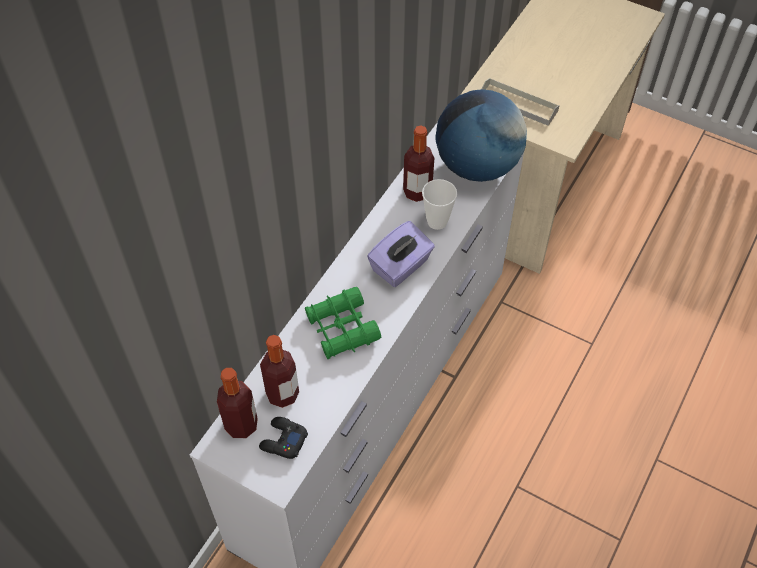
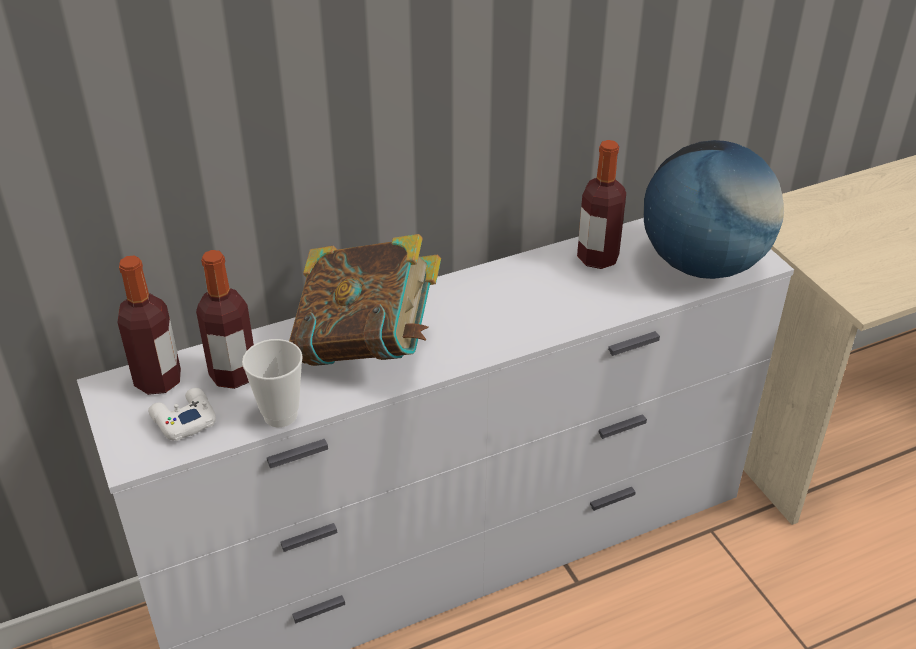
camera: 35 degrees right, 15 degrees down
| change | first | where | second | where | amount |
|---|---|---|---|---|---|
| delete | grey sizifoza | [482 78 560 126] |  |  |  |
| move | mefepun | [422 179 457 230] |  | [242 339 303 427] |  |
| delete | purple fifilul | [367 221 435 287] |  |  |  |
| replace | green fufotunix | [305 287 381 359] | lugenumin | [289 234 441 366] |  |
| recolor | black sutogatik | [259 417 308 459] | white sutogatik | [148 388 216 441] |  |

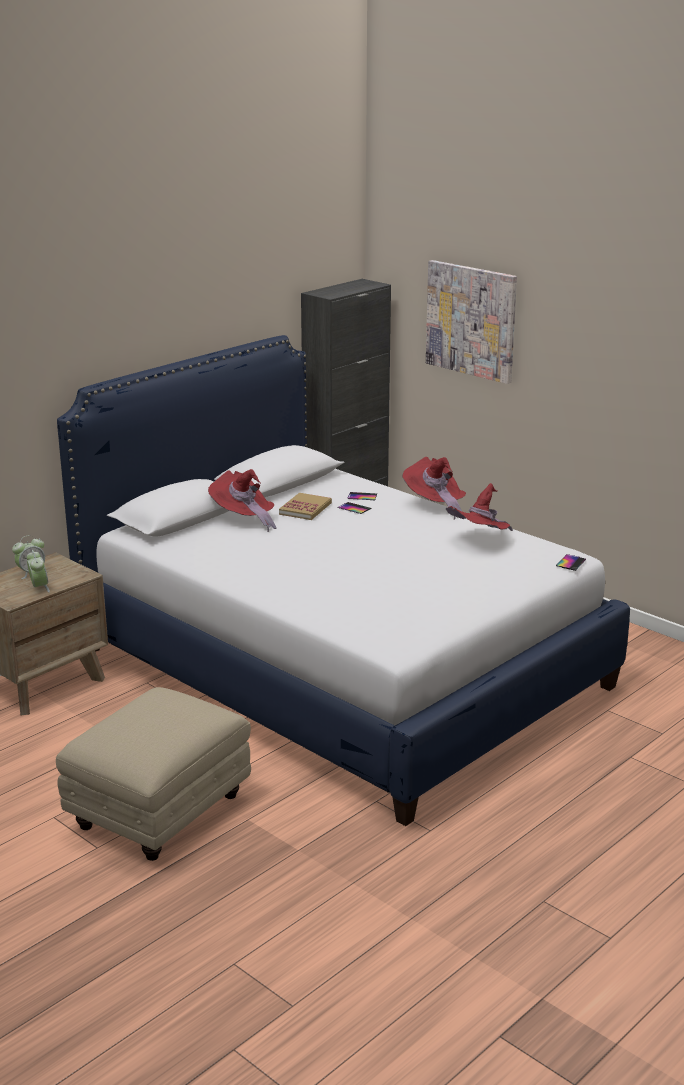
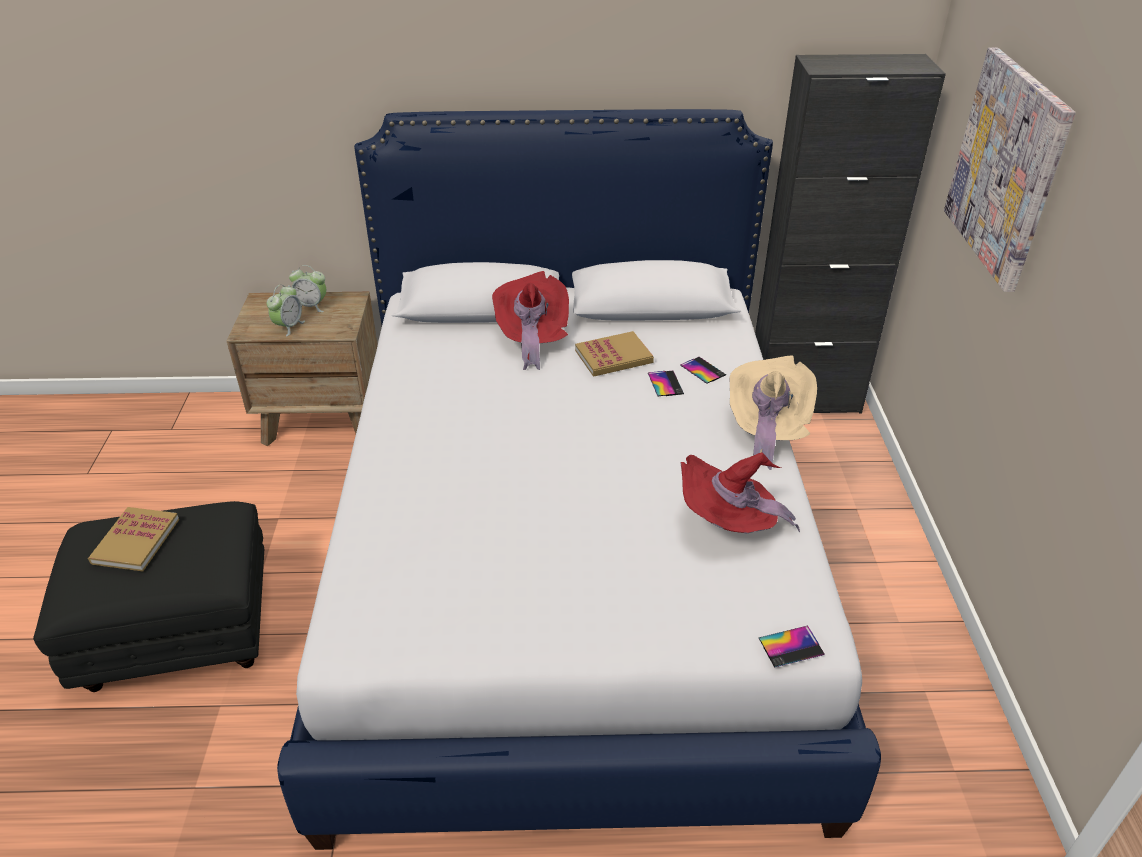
camera: 45 degrees right, 15 degrees up
| change | first | where | second | where | amount |
|---|---|---|---|---|---|
| recolor | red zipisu | [403 457 466 520] | beige zipisu | [730 356 817 470] |  |
| recolor | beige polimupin | [56 687 251 861] | black polimupin | [33 501 264 692] |  |
| insert |  |  | lugenumin | [88 507 179 571] |  |

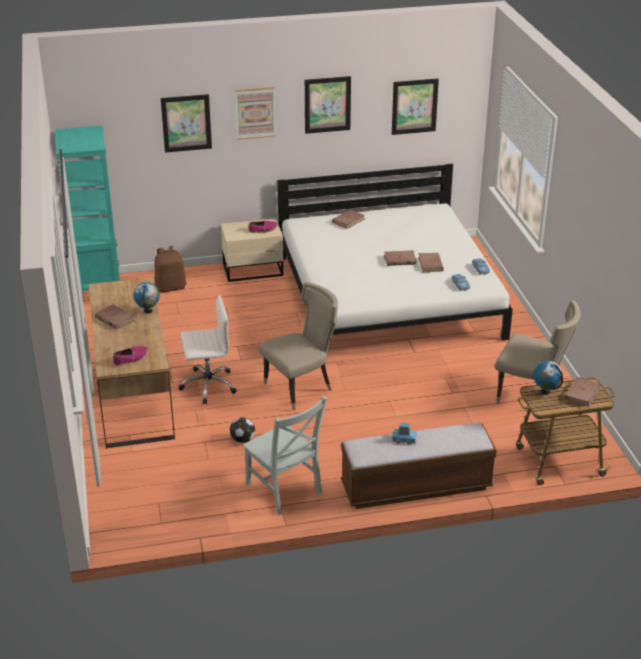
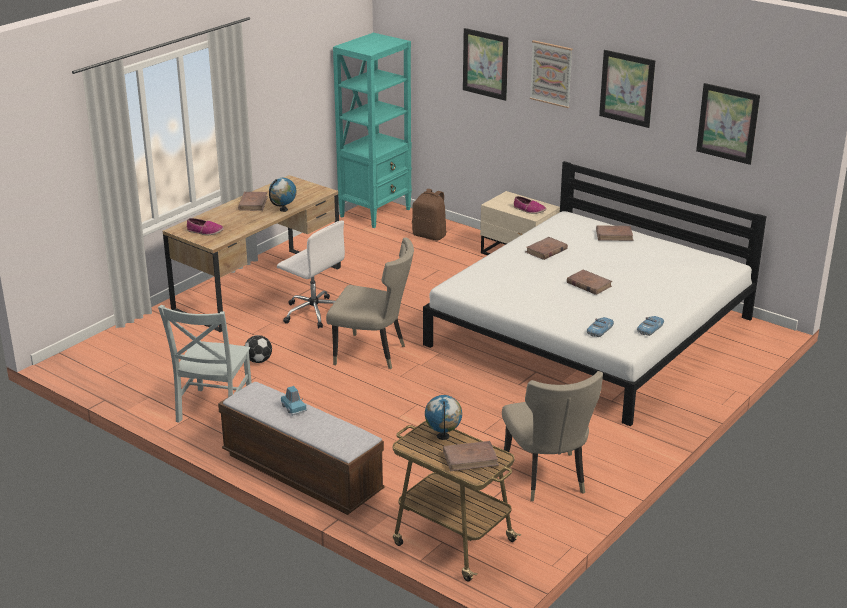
camera: 50 degrees right, 5 degrees down
| change | first | where | second | where | amount |
|---|---|---|---|---|---|
| move | brown lugenumin | [418 253 444 272] |  | [525 237 568 260] |  |

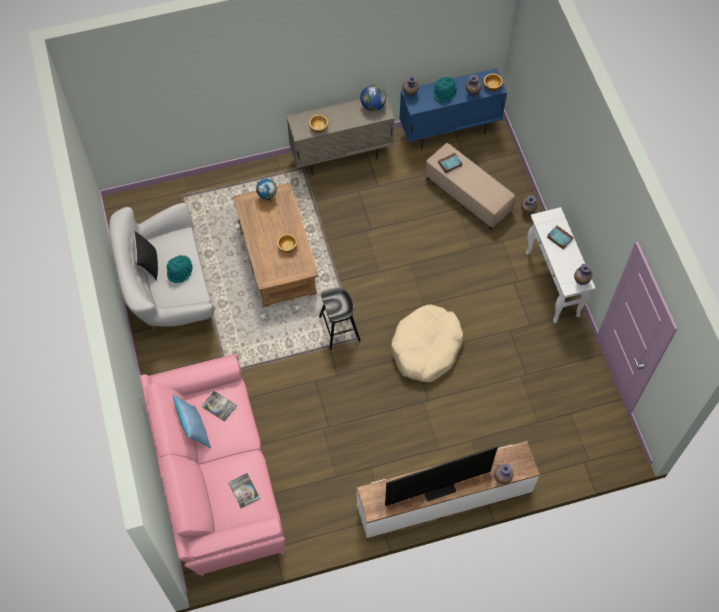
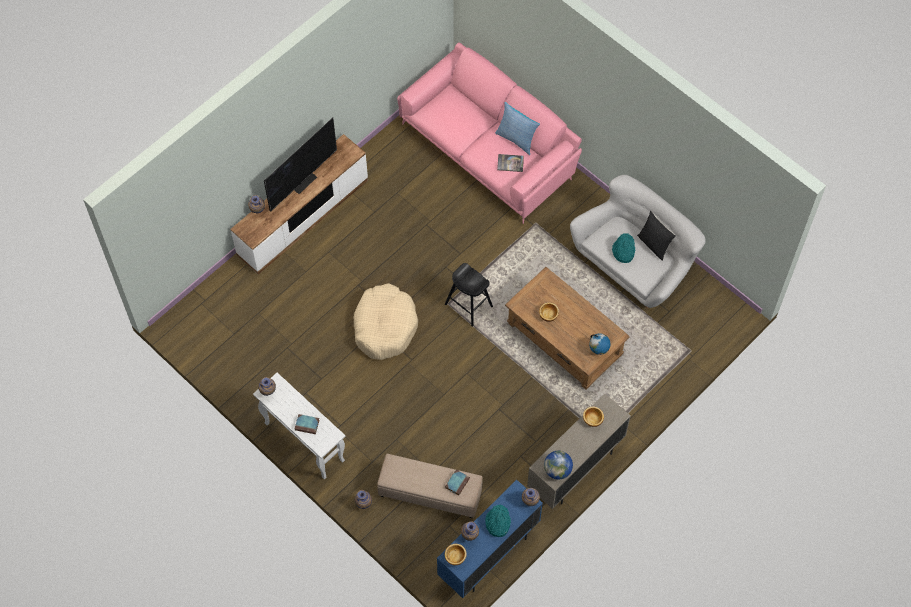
camera: 150 degrees right, 0 degrees up
| change | first | where | second | where | amount |
|---|---|---|---|---|---|
| delete | lugenumin | [228 473 260 508] |  |  |  |

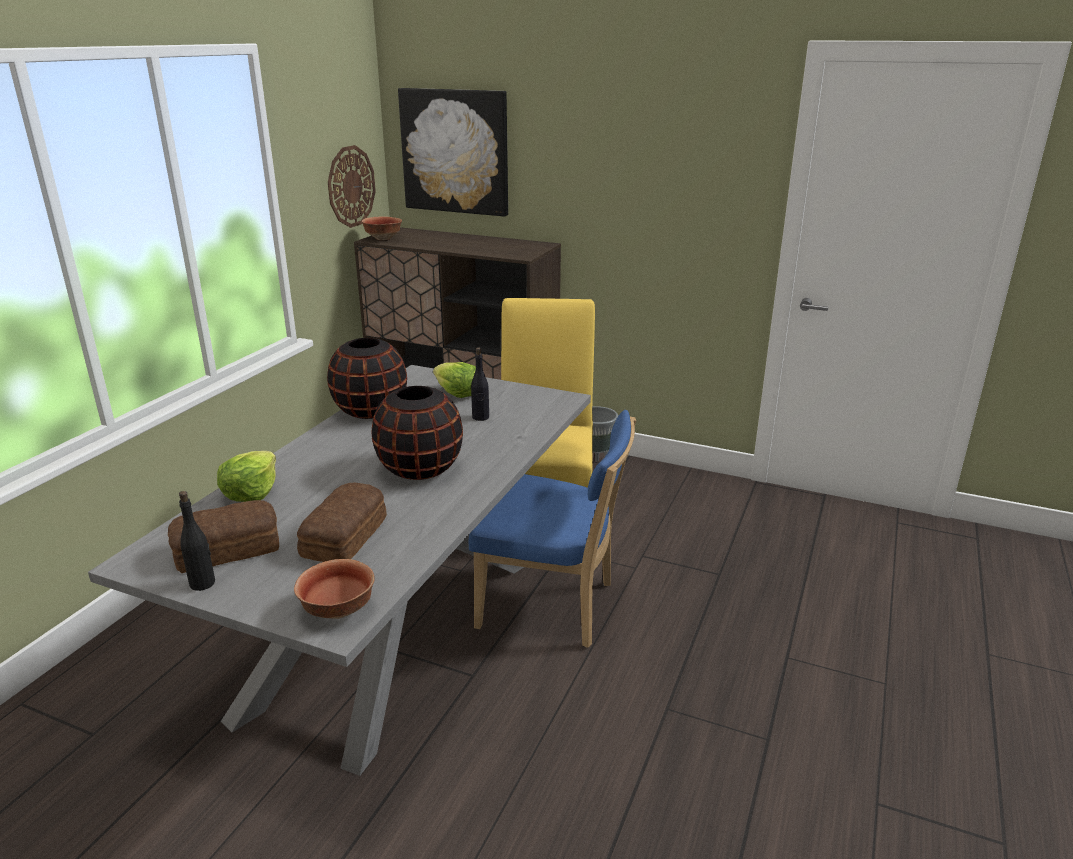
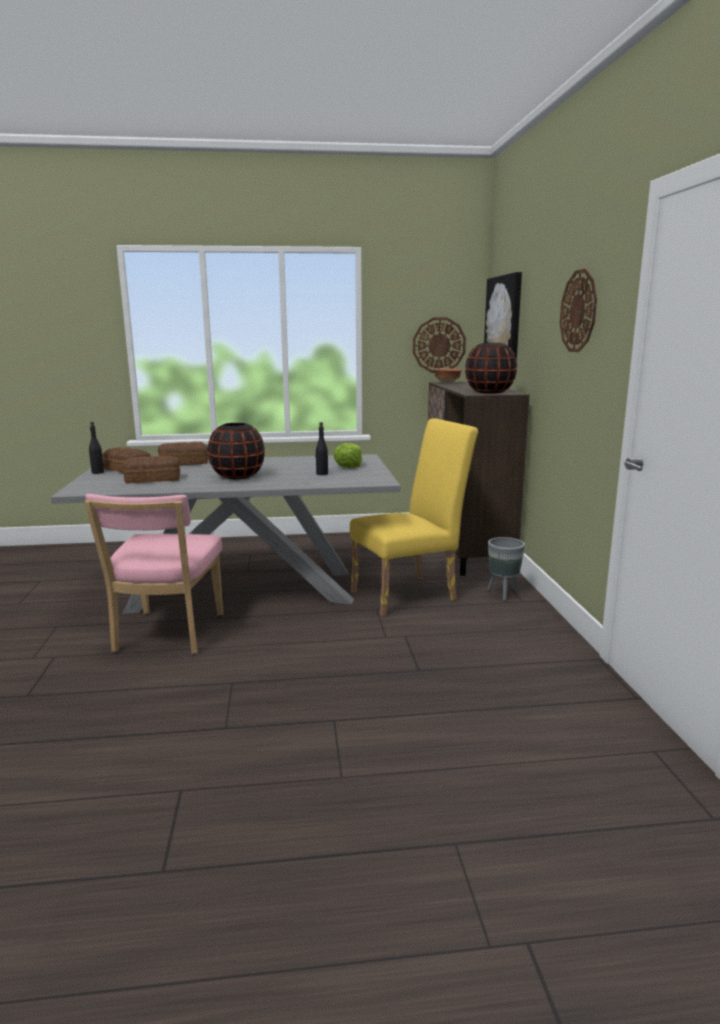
camera: 60 degrees right, 10 degrees down
| change | first | where | second | where | amount |
|---|---|---|---|---|---|
| move | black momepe | [327 338 407 419] |  | [465 343 517 394] |  |
| delete | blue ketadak | [469 410 636 648] |  |  |  |
| replace | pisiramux | [217 451 276 502] | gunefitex | [158 441 208 465] |  |
| delete | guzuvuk | [294 559 375 619] |  |  |  |
| insert |  |  | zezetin | [560 269 597 352] |  |
| insert |  |  | pink ketadak | [84 494 223 654] |  |

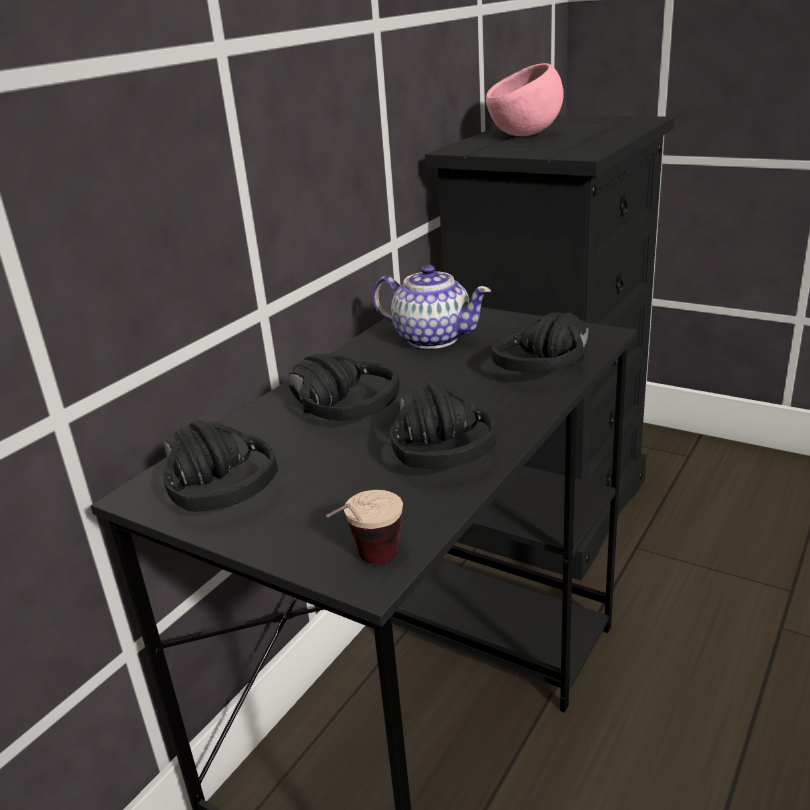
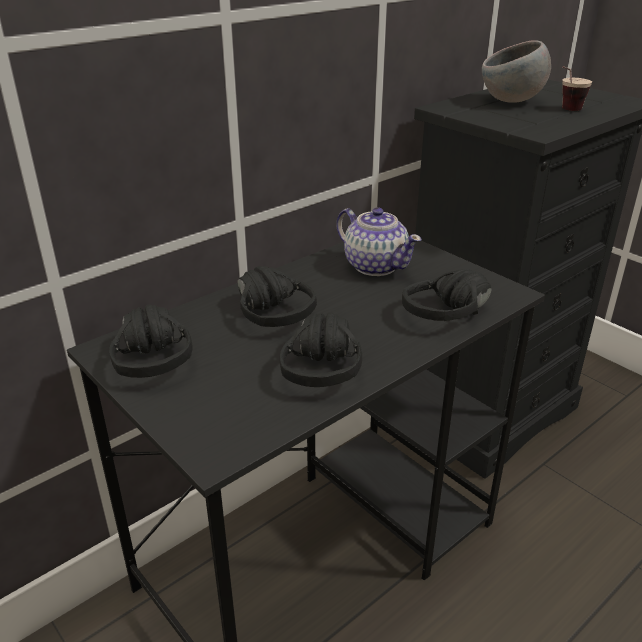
camera: 15 degrees right, 5 degrees up
| change | first | where | second | where | amount |
|---|---|---|---|---|---|
| recolor | pink guzuvuk | [486 63 564 136] | grey guzuvuk | [482 40 551 103] |  |
| move | mefepun | [326 490 403 564] |  | [562 66 592 111] |  |

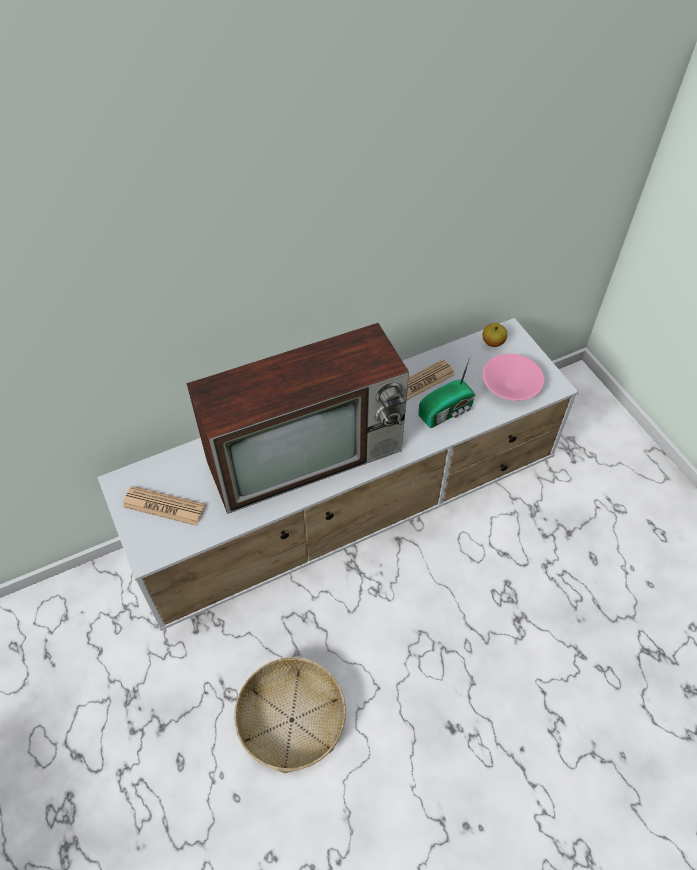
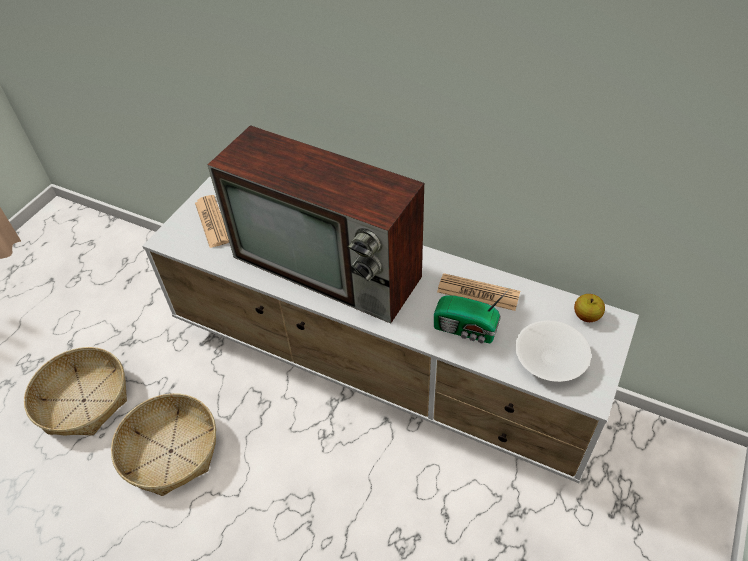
camera: 55 degrees right, 5 degrees down
| change | first | where | second | where | amount |
|---|---|---|---|---|---|
| recolor | pink guzuvuk | [482 354 544 401] | white guzuvuk | [515 320 591 382] |  |
| insert |  |  | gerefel | [24 347 127 436] |  |

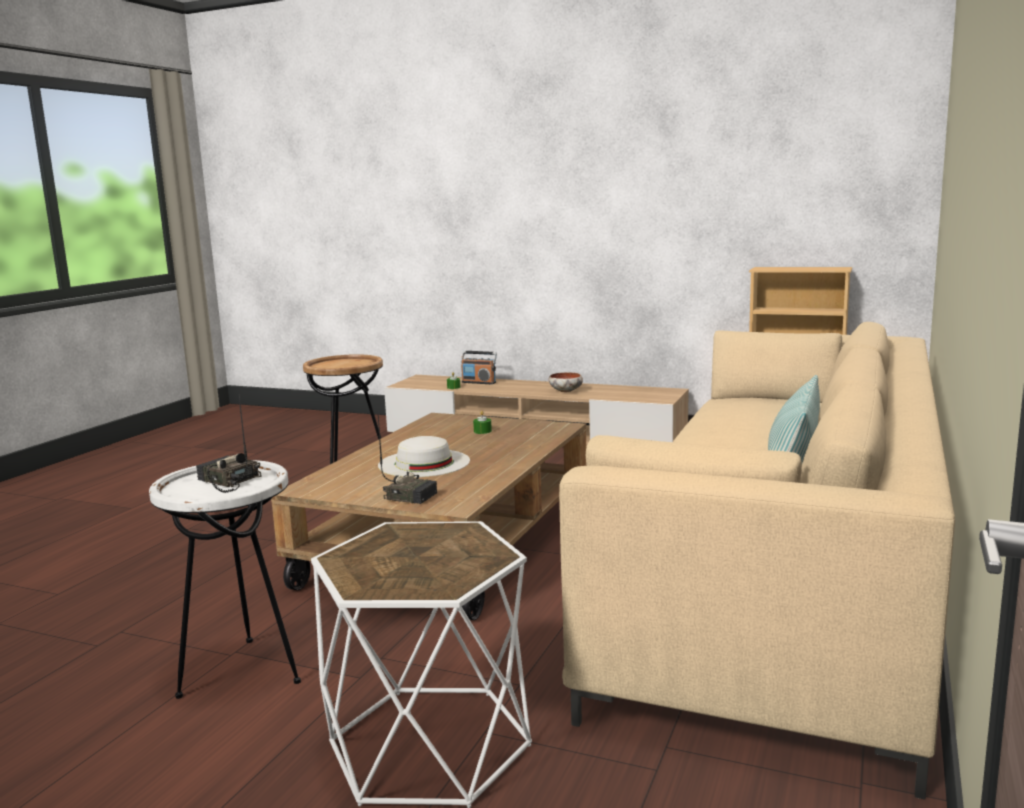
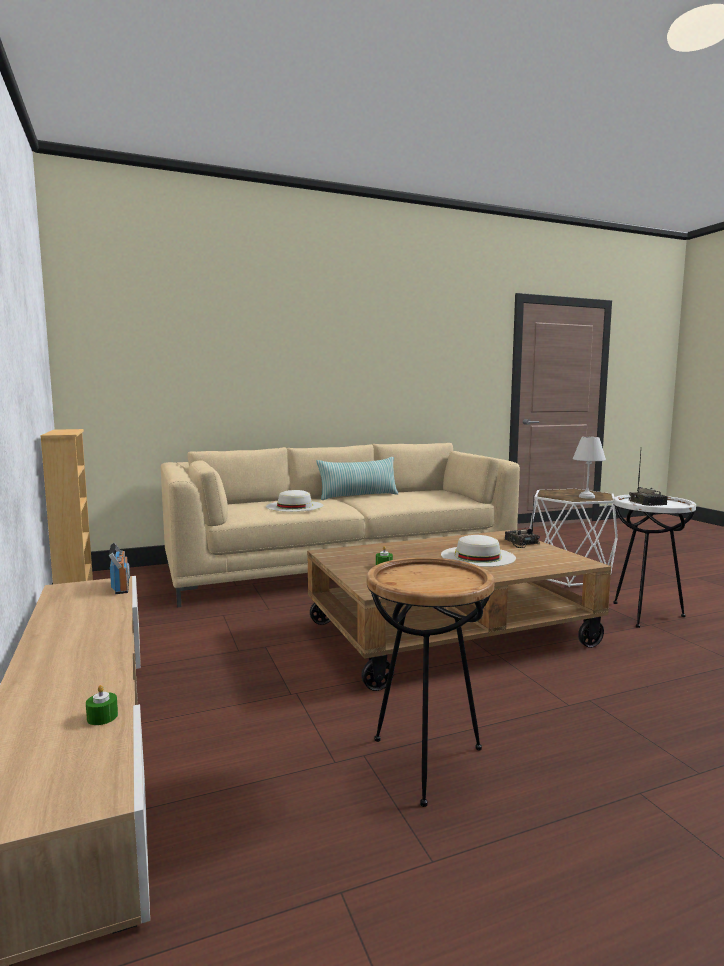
camera: 135 degrees left, 5 degrees down
| change | first | where | second | where | amount |
|---|---|---|---|---|---|
| move | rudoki | [461 351 497 384] |  | [109 542 130 594] |  |
| delete | guzuvuk | [549 372 583 392] |  |  |  |
| insert |  |  | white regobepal | [573 437 606 499] |  |
| insert |  |  | white zipisu | [266 490 323 512] |  |

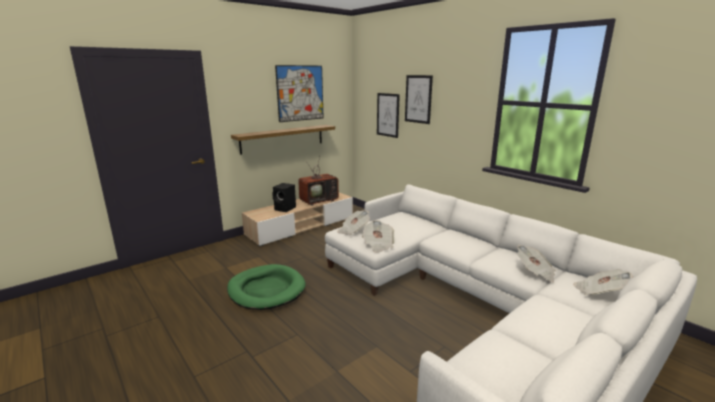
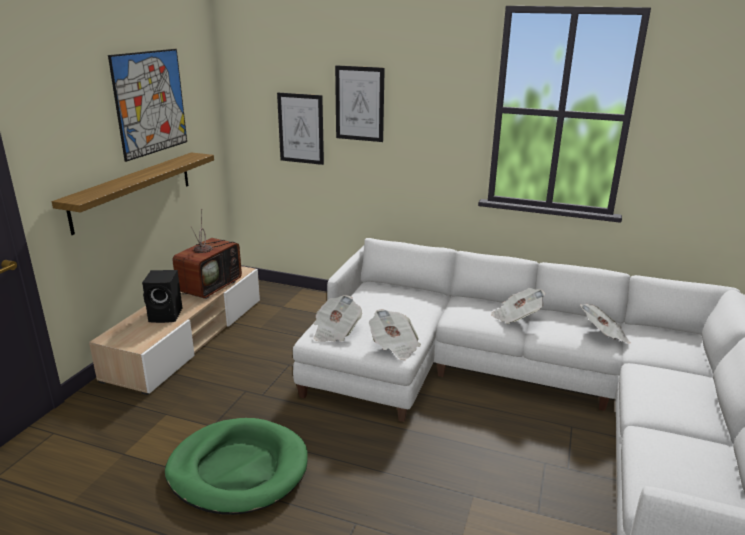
camera: 30 degrees left, 5 degrees up
| change | first | where | second | where | amount |
|---|---|---|---|---|---|
| move | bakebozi | [573 269 633 295] |  | [491 288 546 324] |  |

